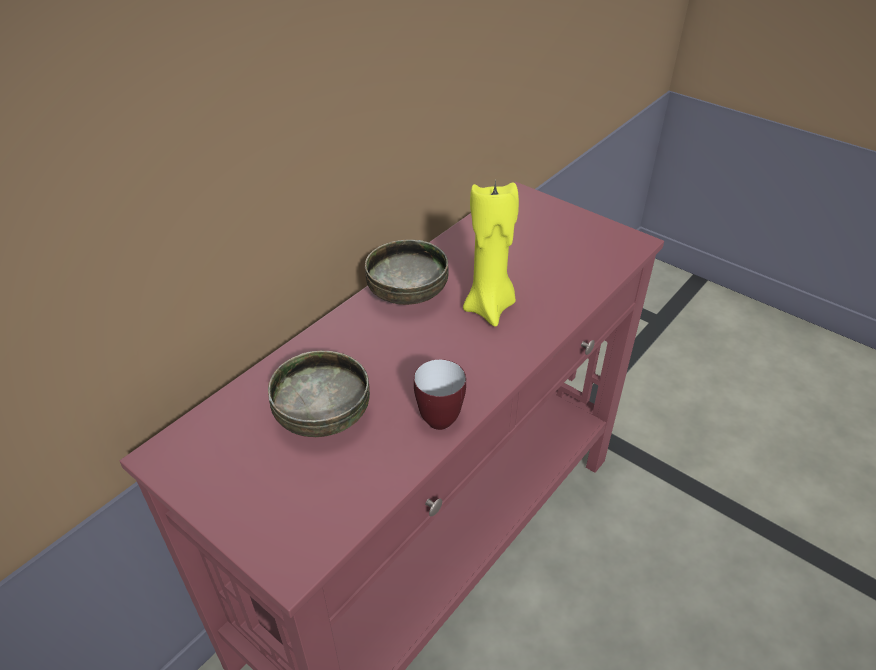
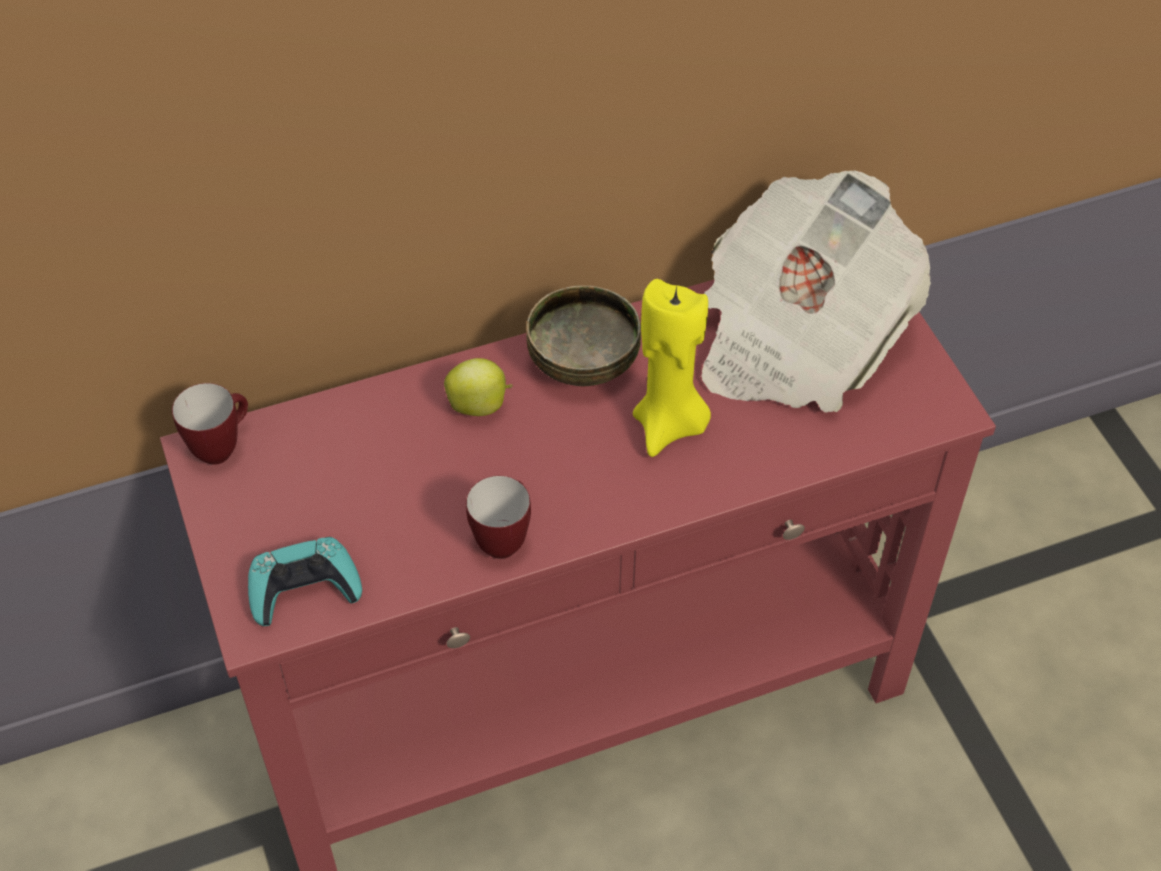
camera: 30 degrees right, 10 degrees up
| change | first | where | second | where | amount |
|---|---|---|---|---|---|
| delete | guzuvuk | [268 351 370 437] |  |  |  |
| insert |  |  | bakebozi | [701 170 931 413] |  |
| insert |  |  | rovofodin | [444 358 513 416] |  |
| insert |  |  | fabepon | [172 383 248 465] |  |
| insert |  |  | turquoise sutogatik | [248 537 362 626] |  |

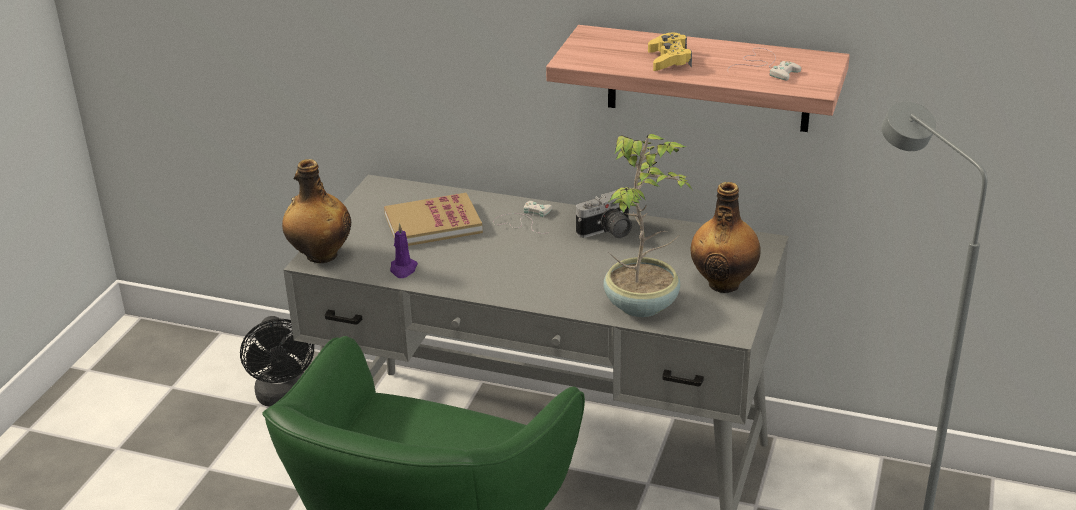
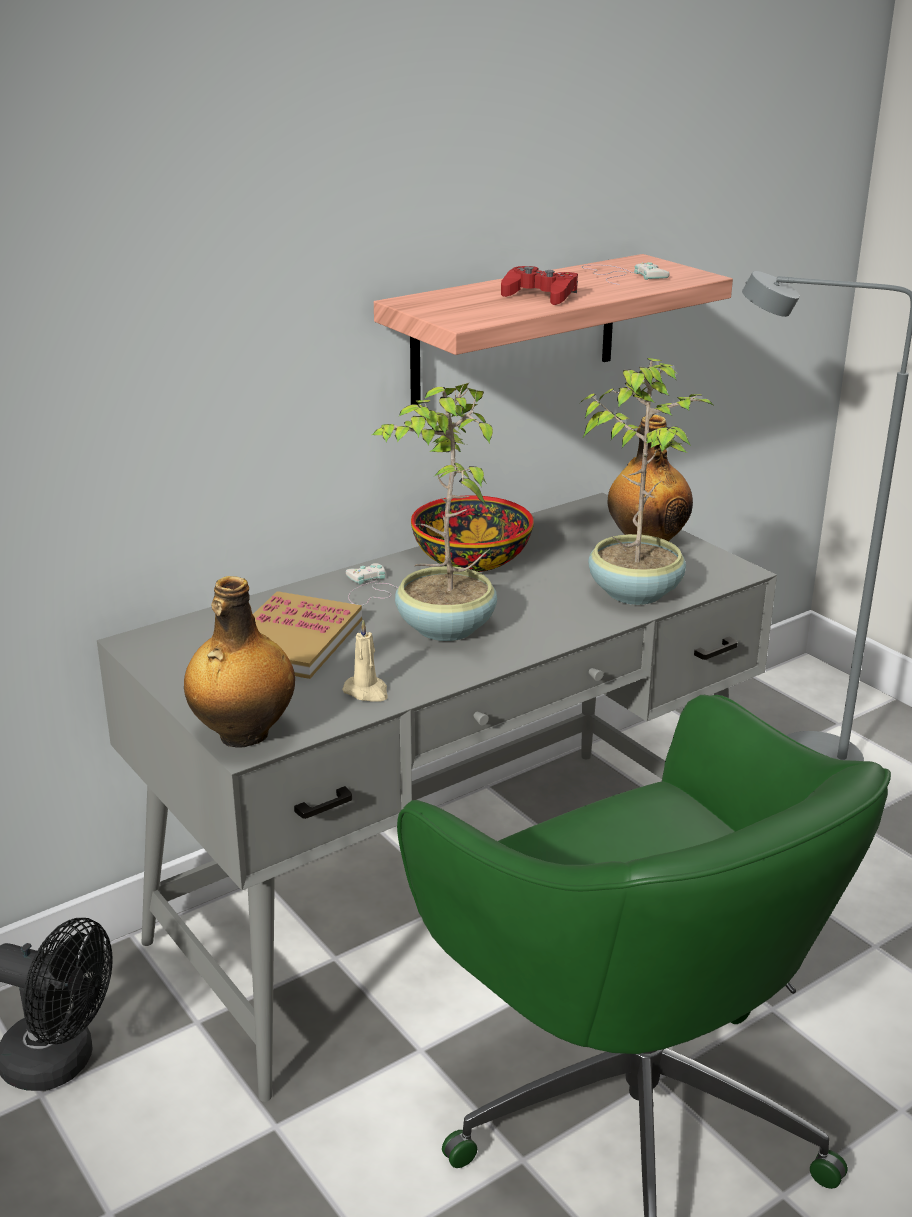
camera: 55 degrees left, 5 degrees down
| change | first | where | second | where | amount |
|---|---|---|---|---|---|
| recolor | yellow sutogatik | [648 33 692 71] | red sutogatik | [501 266 578 305] |  |
| replace | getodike | [576 191 632 238] | guzuvuk | [411 495 534 572] |  |
| recolor | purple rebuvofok | [390 223 418 278] | beige rebuvofok | [342 619 388 702] |  |
| insert |  |  | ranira | [372 382 497 641] |  |

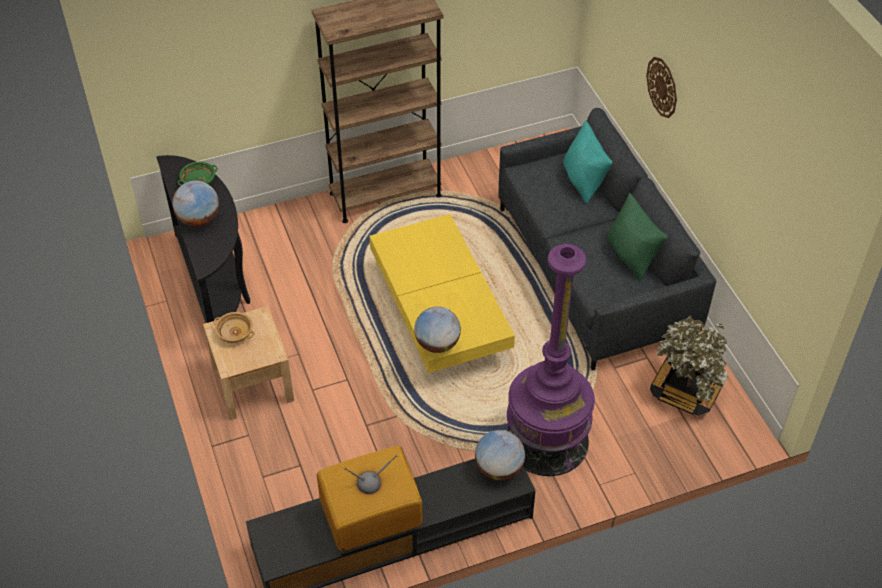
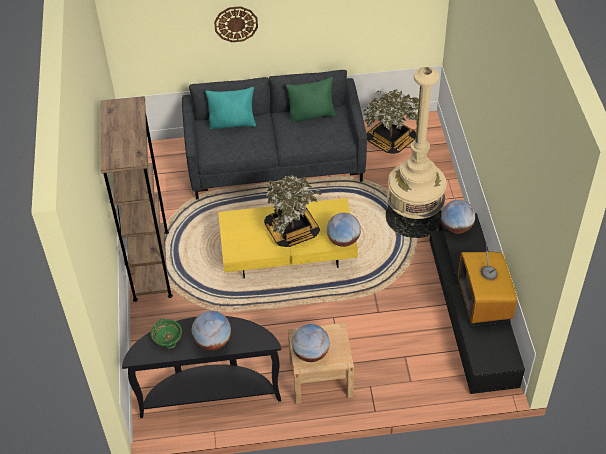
camera: 75 degrees left, 0 degrees up
| change | first | where | second | where | amount |
|---|---|---|---|---|---|
| recolor | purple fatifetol | [506 244 595 476] | beige fatifetol | [386 67 447 238] |  |
| replace | beige guzuvuk | [214 312 254 343] | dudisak | [292 324 330 362] |  |
| insert |  |  | ranira | [264 175 322 247] |  |

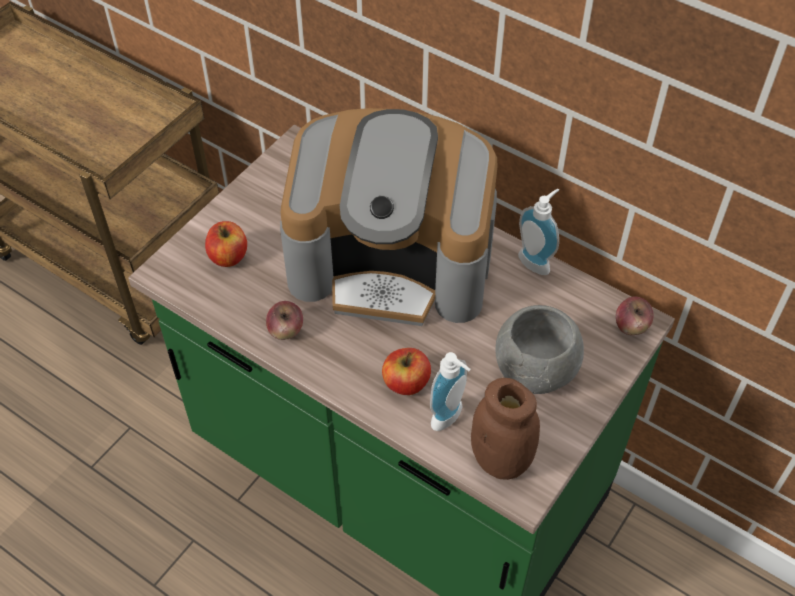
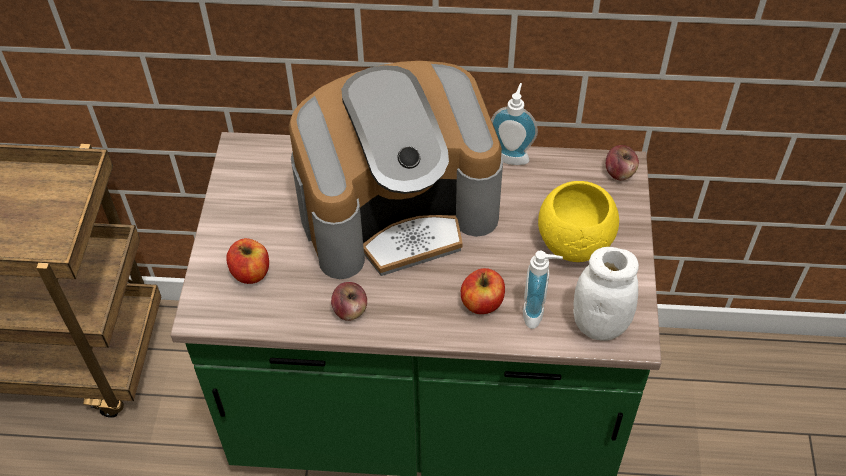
camera: 30 degrees left, 0 degrees up
| change | first | where | second | where | amount |
|---|---|---|---|---|---|
| recolor | grey guzuvuk | [495 305 584 394] | yellow guzuvuk | [538 181 619 262] |  |
| recolor | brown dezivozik | [471 378 540 480] | white dezivozik | [573 247 639 341] |  |

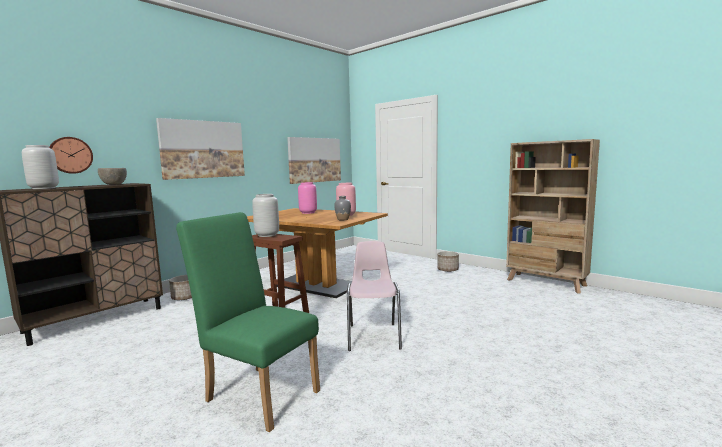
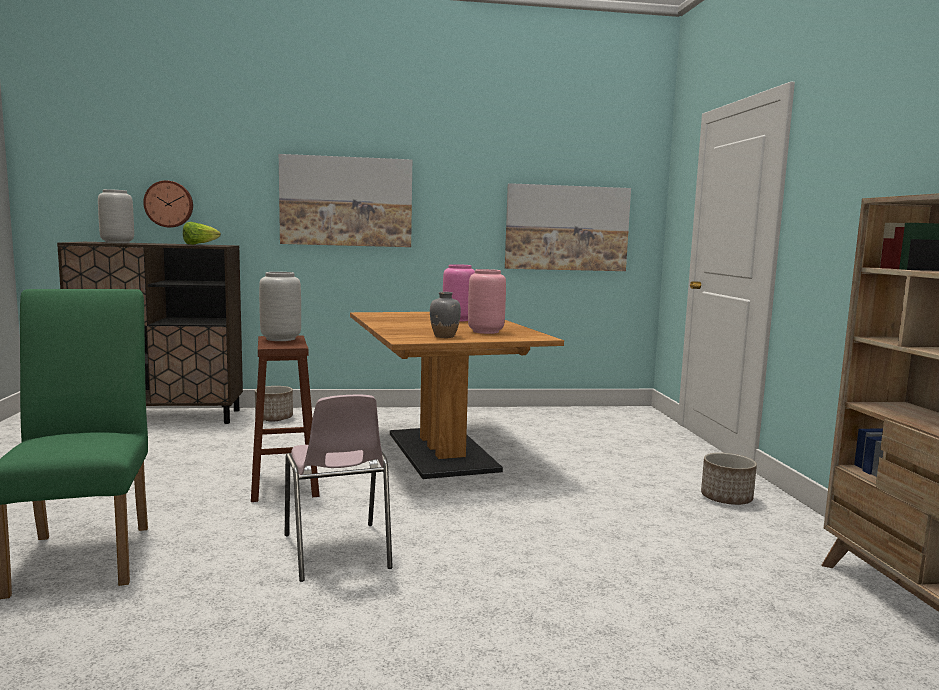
camera: 40 degrees right, 0 degrees up
| change | first | where | second | where | amount |
|---|---|---|---|---|---|
| replace | grey guzuvuk | [98 168 127 185] | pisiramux | [183 222 221 245] |  |
| rotate | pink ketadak | [347 241 402 351] |  | [285 395 393 582] | 120 degrees clockwise |

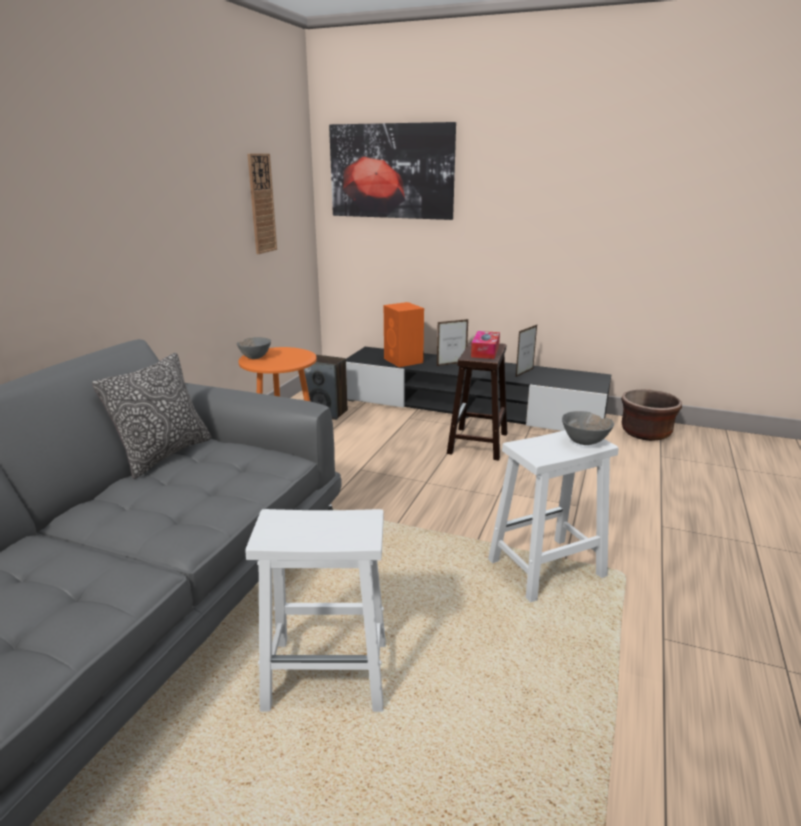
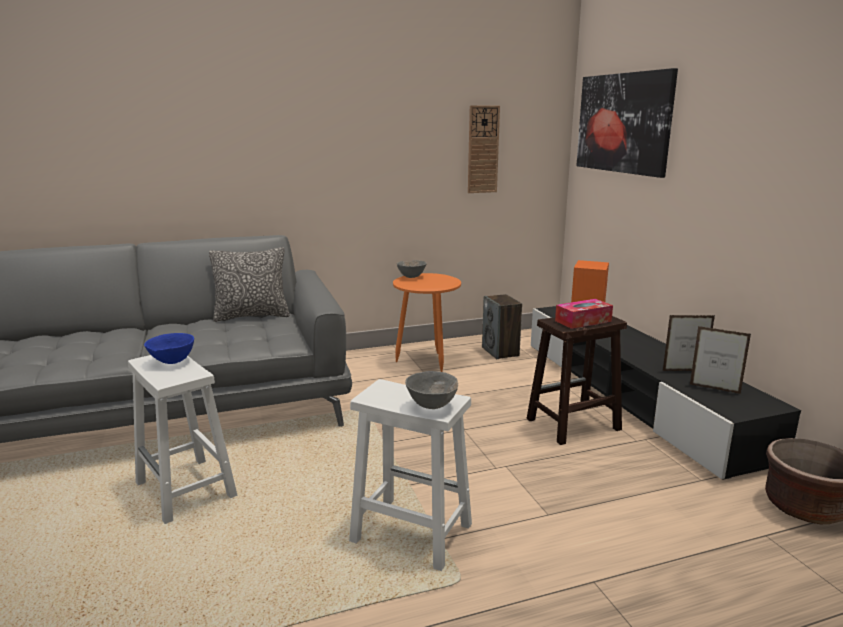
camera: 50 degrees right, 5 degrees down
| change | first | where | second | where | amount |
|---|---|---|---|---|---|
| move | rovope | [437 319 469 366] |  | [690 326 751 394] |  |
| insert |  |  | blue guzuvuk | [144 333 194 364] |  |

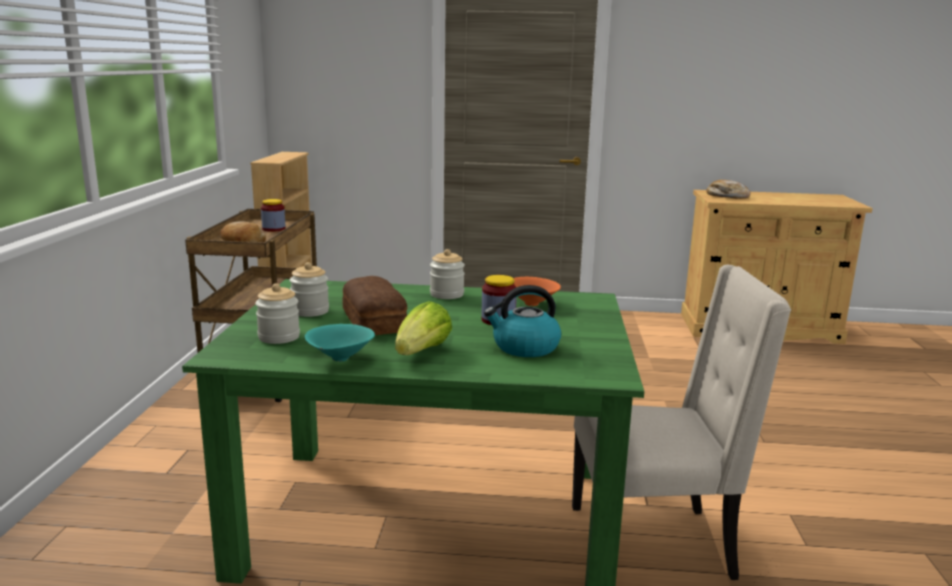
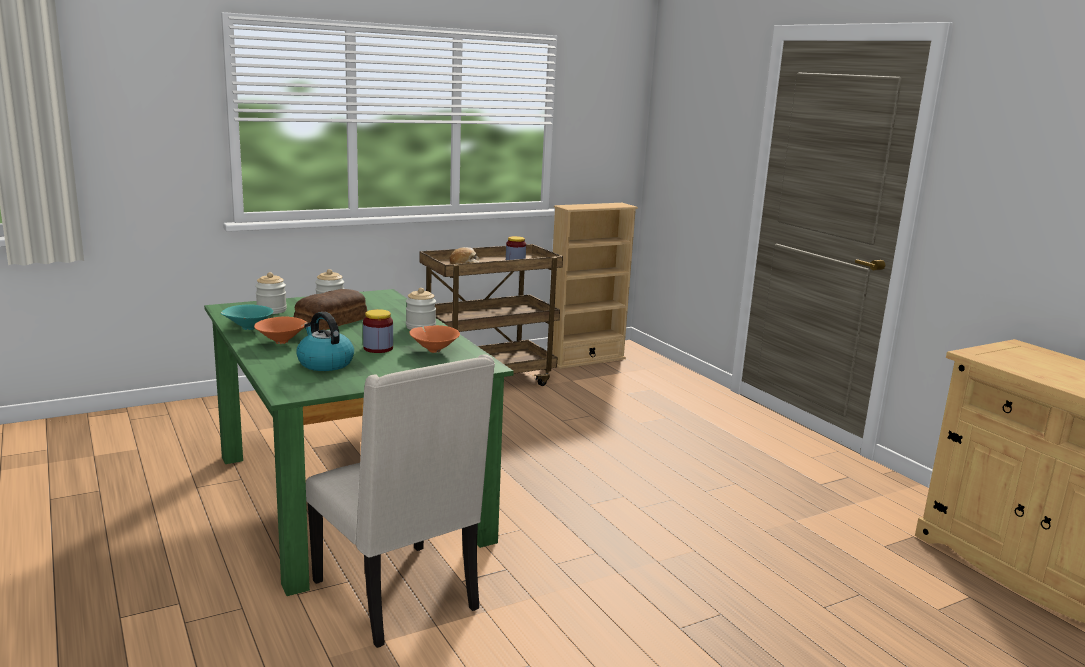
camera: 55 degrees right, 0 degrees up
| change | first | where | second | where | amount |
|---|---|---|---|---|---|
| delete | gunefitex | [706 180 751 199] |  |  |  |
| replace | pisiramux | [395 301 452 355] | orange guzuvuk | [254 316 308 344] |  |

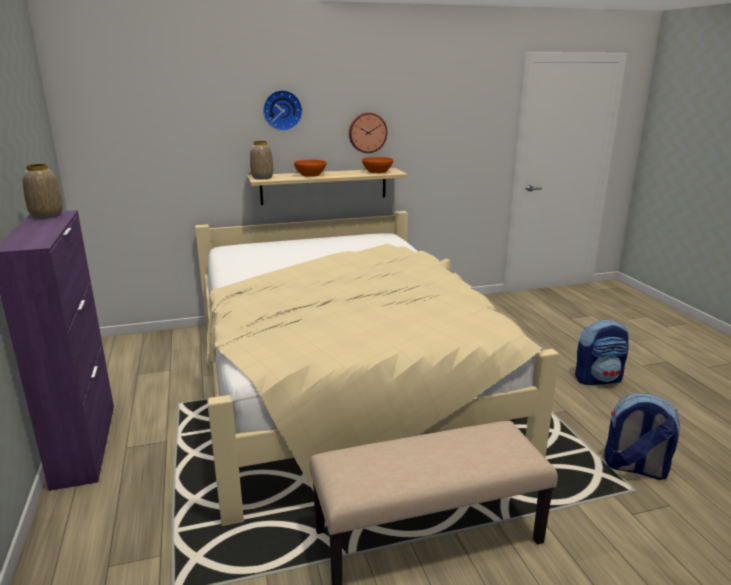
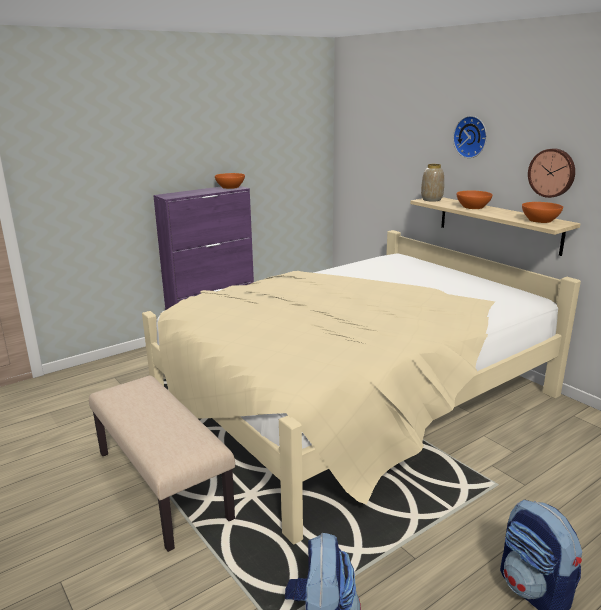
camera: 70 degrees right, 0 degrees up
| change | first | where | second | where | amount |
|---|---|---|---|---|---|
| replace | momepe | [23 164 63 219] | orange guzuvuk | [215 173 245 189] |  |

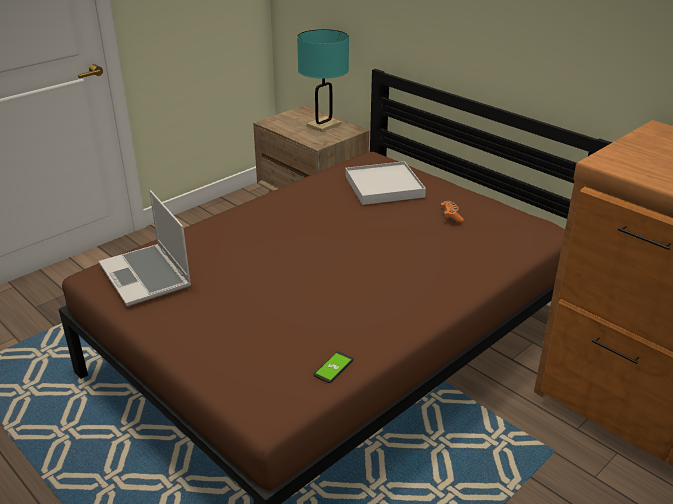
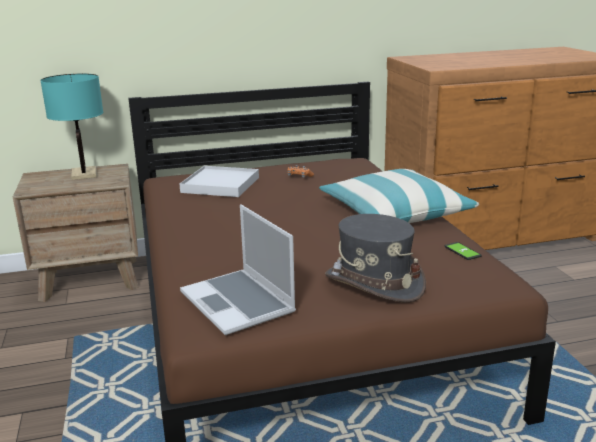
camera: 60 degrees left, 10 degrees down
| change | first | where | second | where | amount |
|---|---|---|---|---|---|
| rotate | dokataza | [99 190 191 306] |  | [180 204 296 335] | 60 degrees clockwise |
| insert |  |  | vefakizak | [319 169 479 223] |  |
| insert |  |  | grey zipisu | [325 214 426 303] |  |

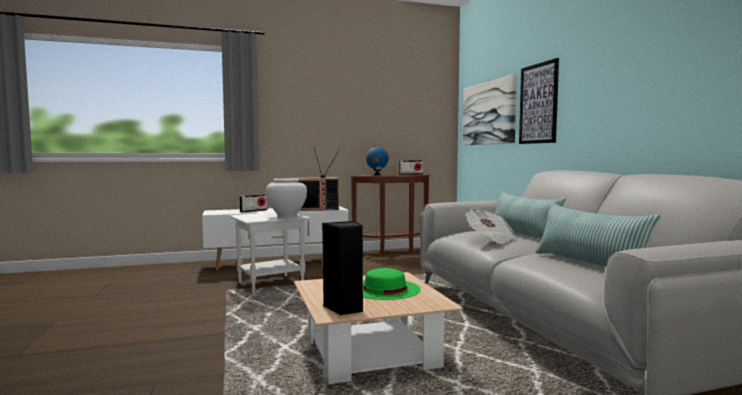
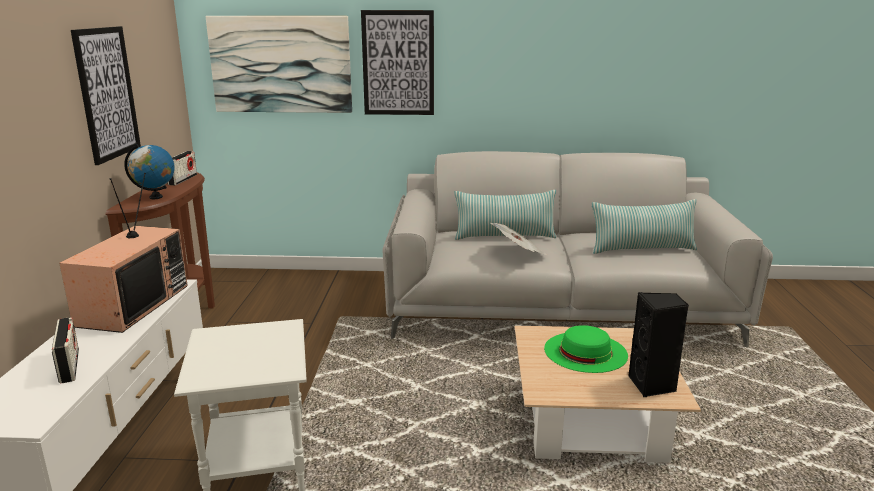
camera: 70 degrees left, 15 degrees up
| change | first | where | second | where | amount |
|---|---|---|---|---|---|
| delete | white momepe | [266 178 307 218] |  |  |  |
| insert |  |  | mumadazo | [71 26 141 165] |  |

